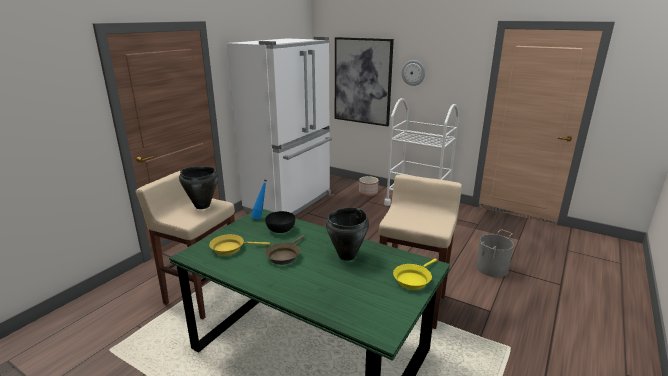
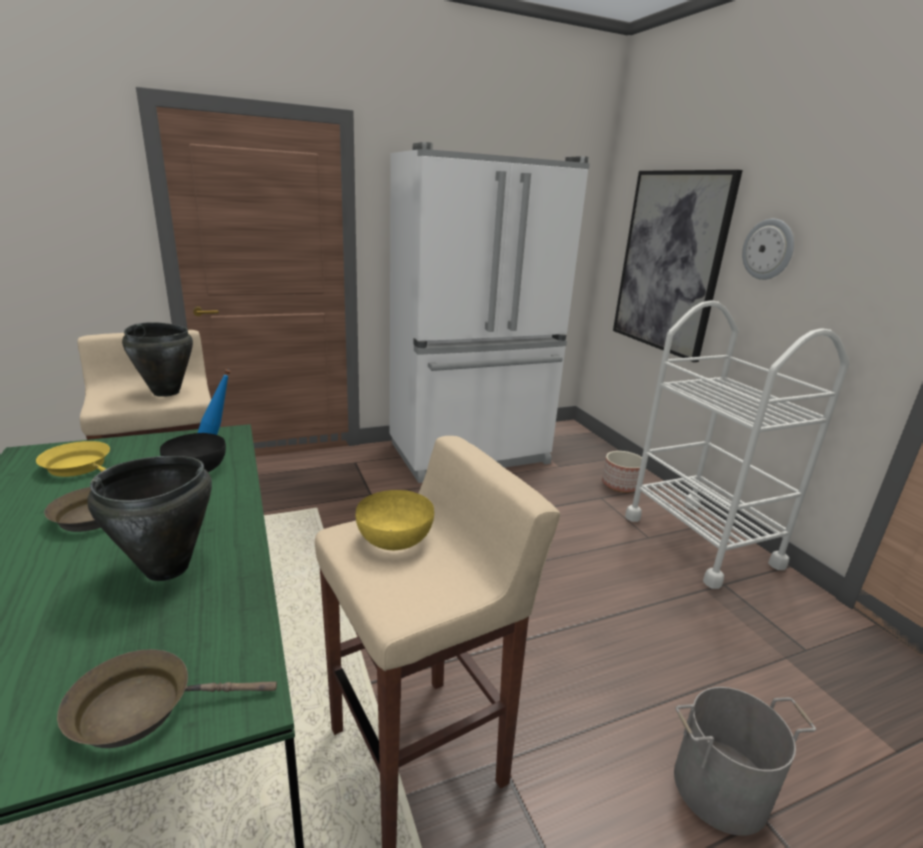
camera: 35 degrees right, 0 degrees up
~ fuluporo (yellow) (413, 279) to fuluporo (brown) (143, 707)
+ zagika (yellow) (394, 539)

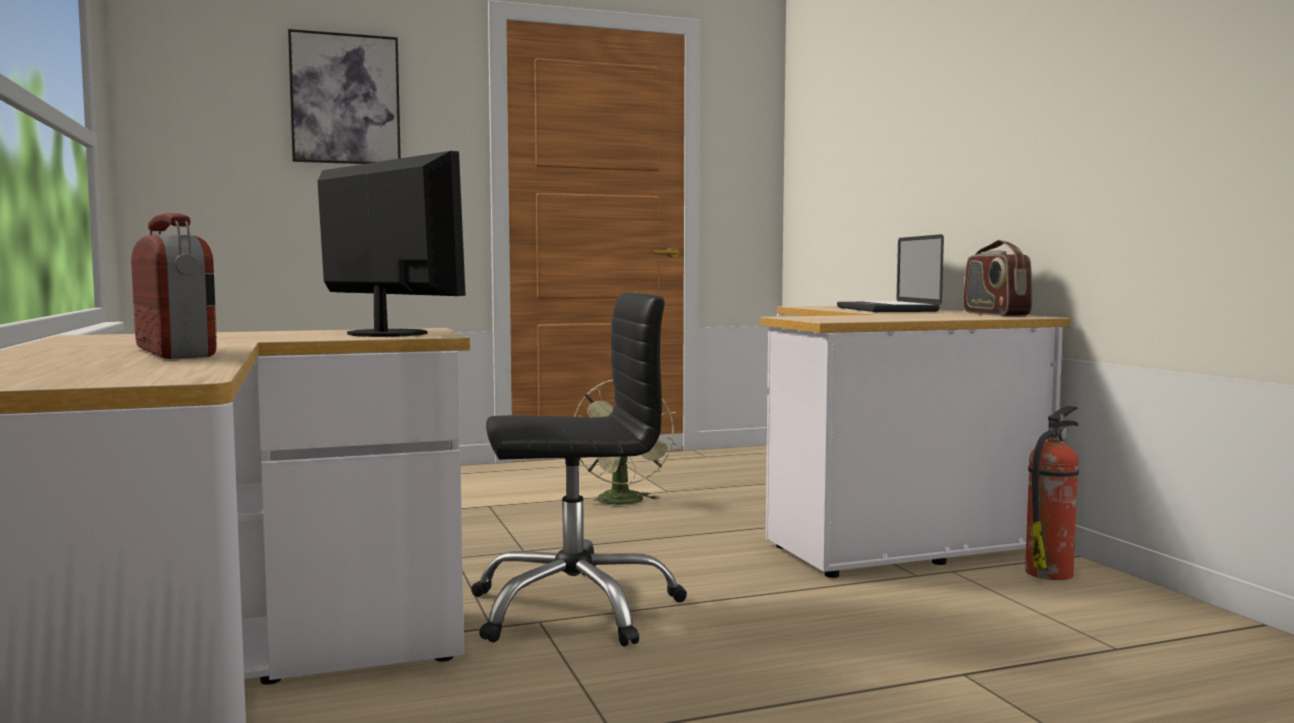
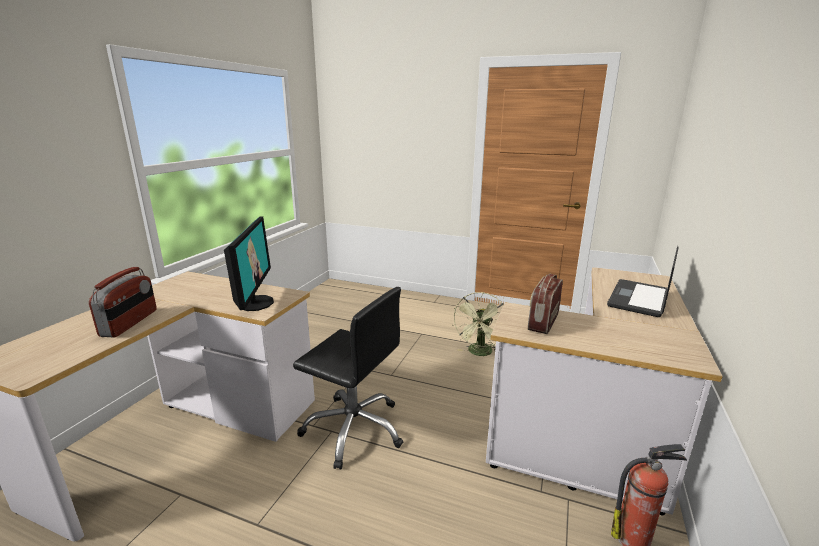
camera: 40 degrees right, 15 degrees up
- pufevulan (345, 99)
~ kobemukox (995, 314) to (543, 322)

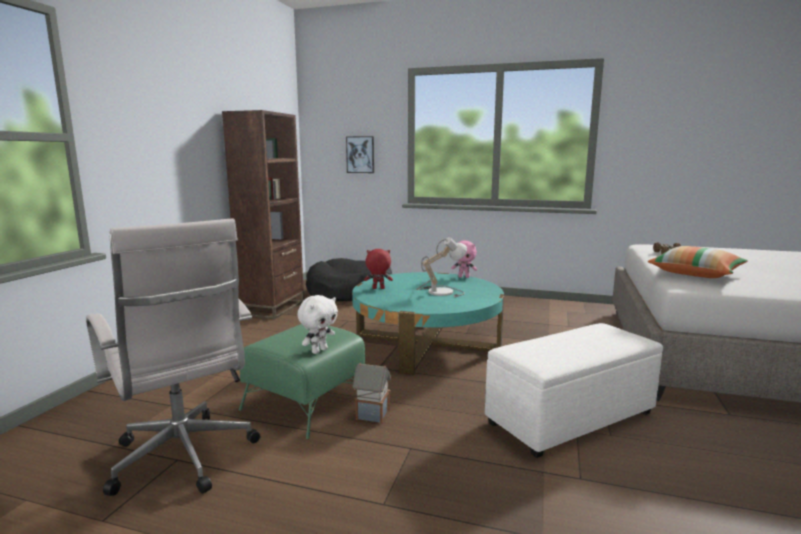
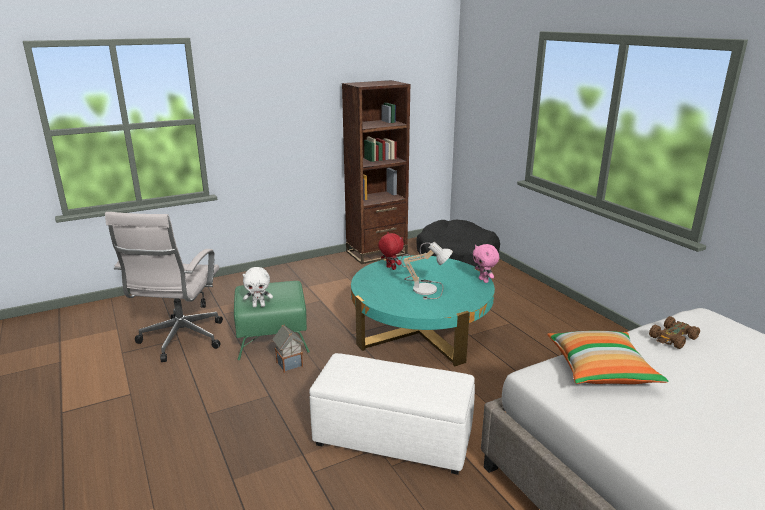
camera: 45 degrees right, 10 degrees up
- pufevulan (360, 154)

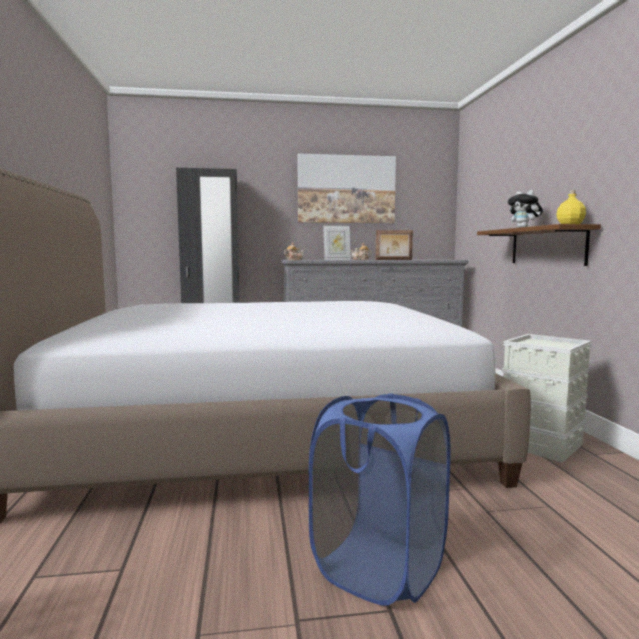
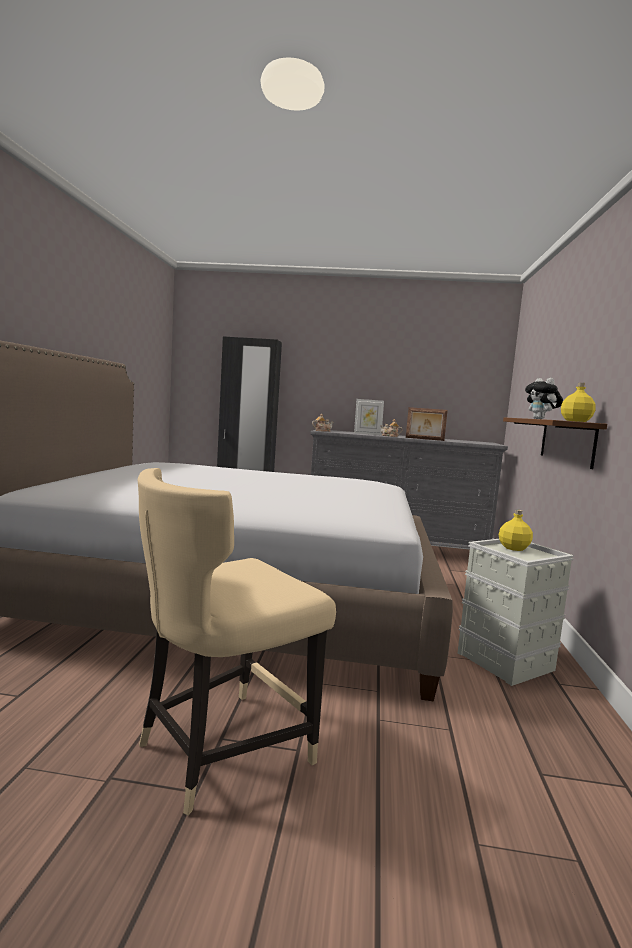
camera: 15 degrees right, 0 degrees up
- pufevulan (346, 189)
~ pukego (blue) (378, 569) to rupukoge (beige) (220, 750)
+ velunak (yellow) (513, 548)

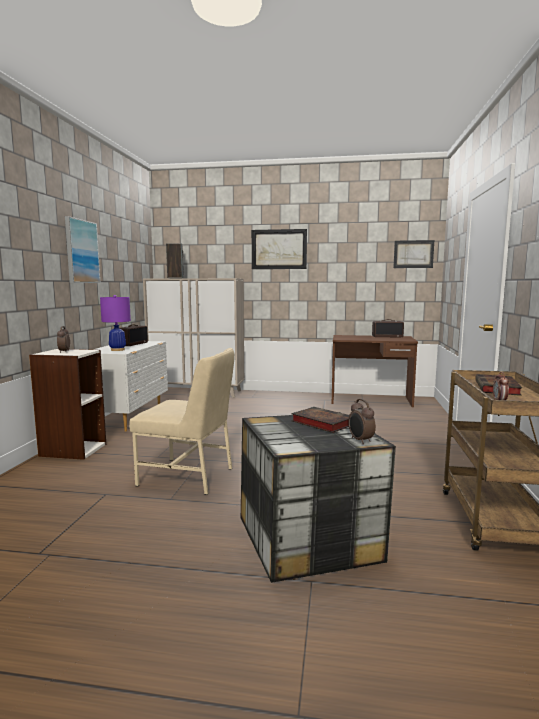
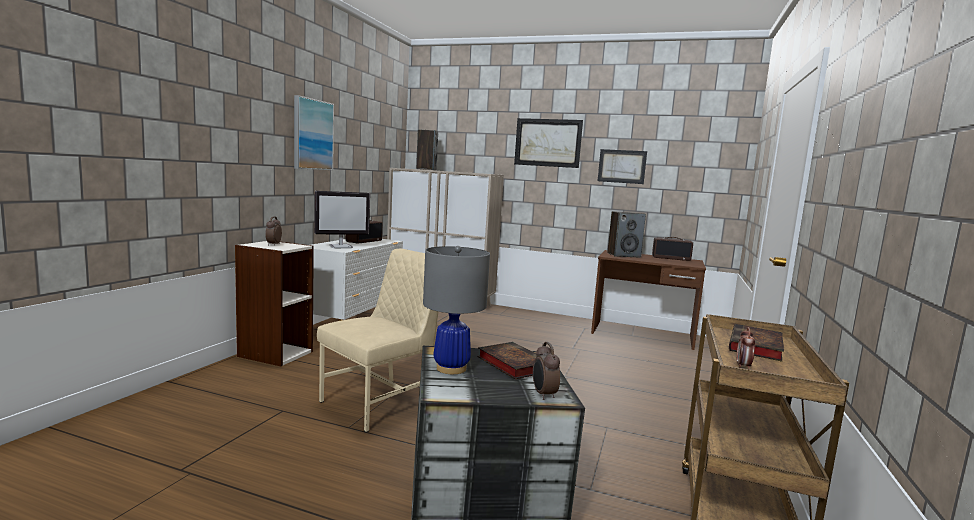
camera: 10 degrees right, 0 degrees up
~ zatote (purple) (117, 350) to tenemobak (341, 247)
~ rupukoge (beige) (188, 476) = (381, 402) 75 degrees counterclockwise
~ pufevulan (413, 254) to (622, 166)
+ zatote (grey) (451, 368)
+ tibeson (623, 255)

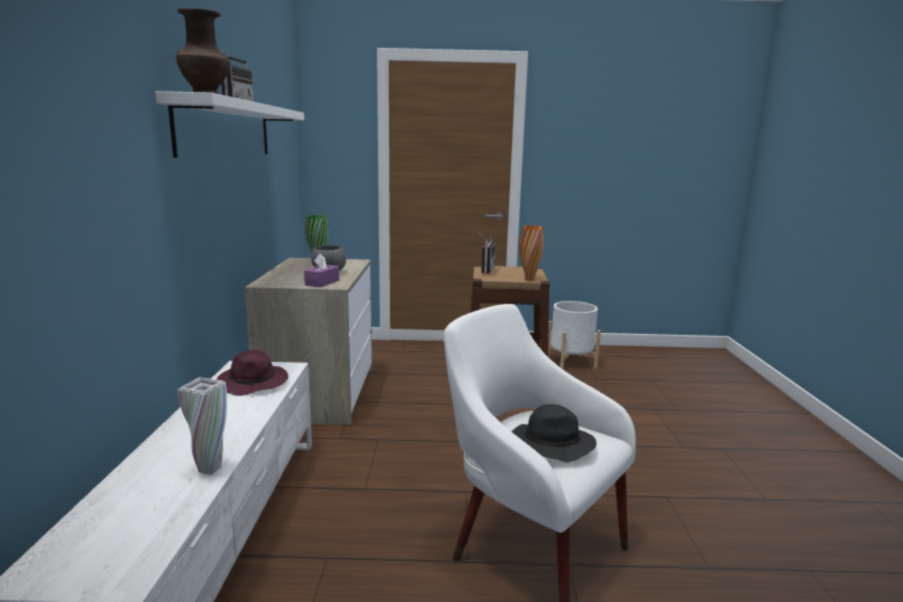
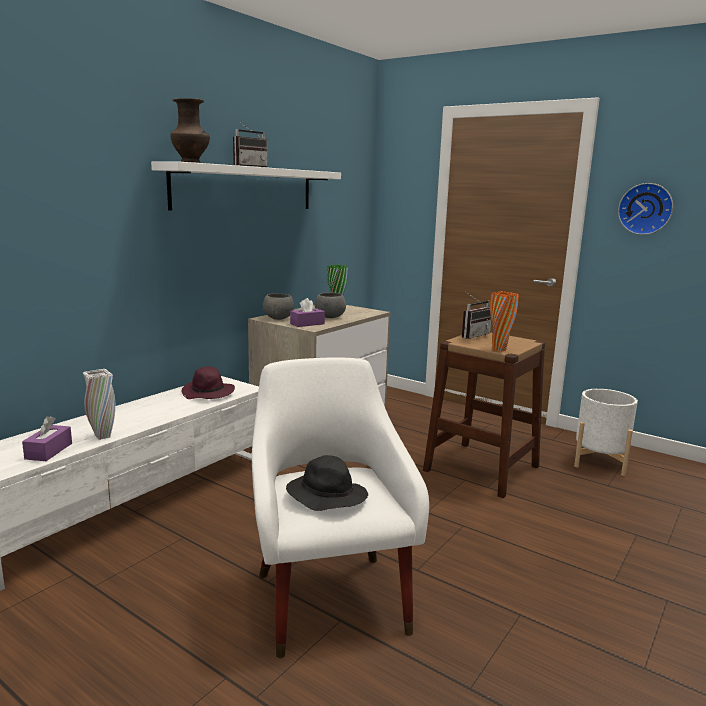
camera: 35 degrees right, 0 degrees up
+ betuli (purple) (49, 451)
+ zagika (grey) (278, 319)
+ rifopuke (645, 209)

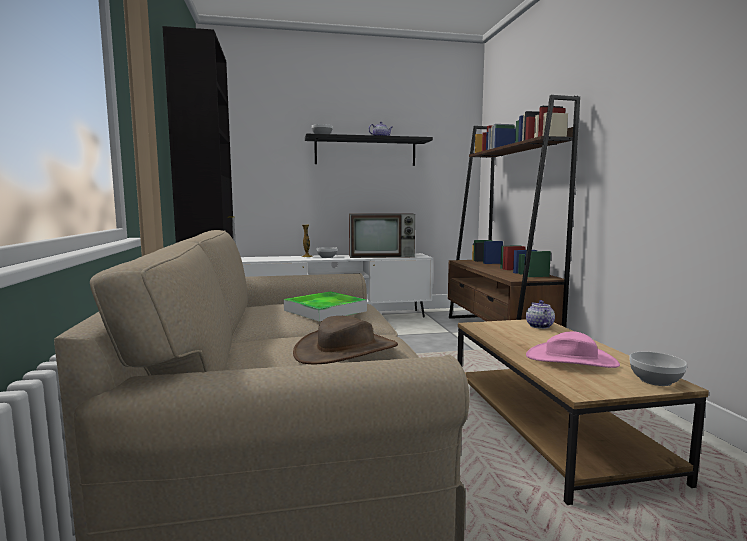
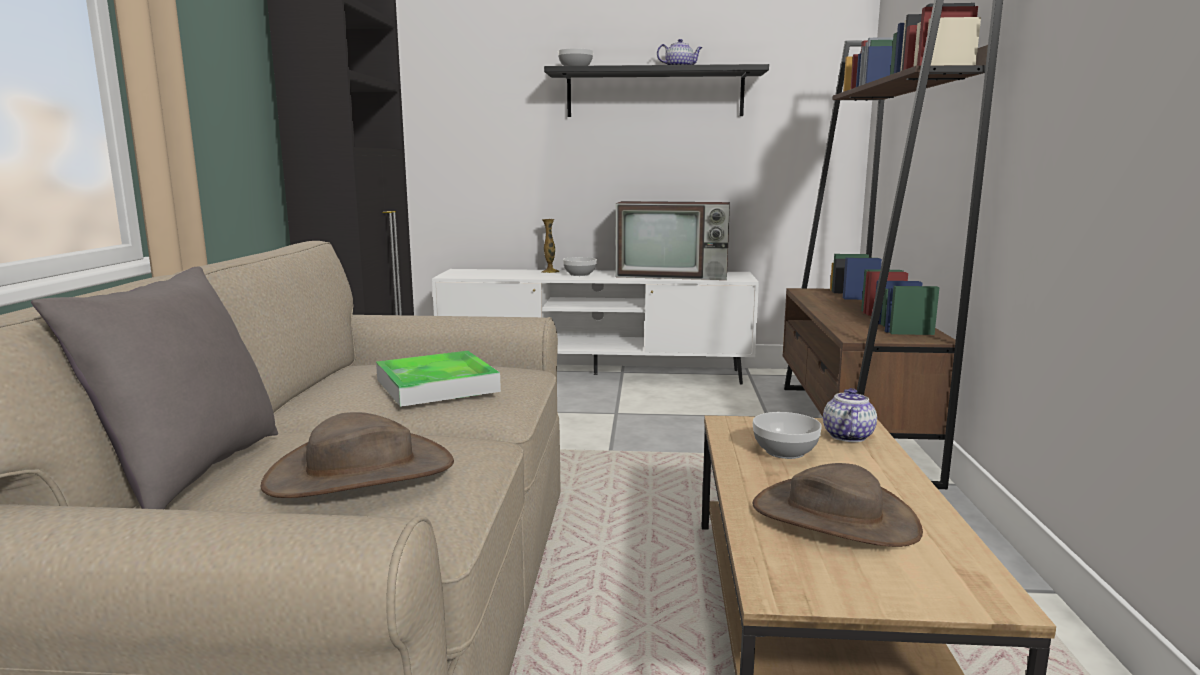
camera: 15 degrees right, 5 degrees up
~ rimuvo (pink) (571, 359) to rimuvo (brown) (834, 517)
~ zagika (655, 381) to (784, 452)
+ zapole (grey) (189, 474)

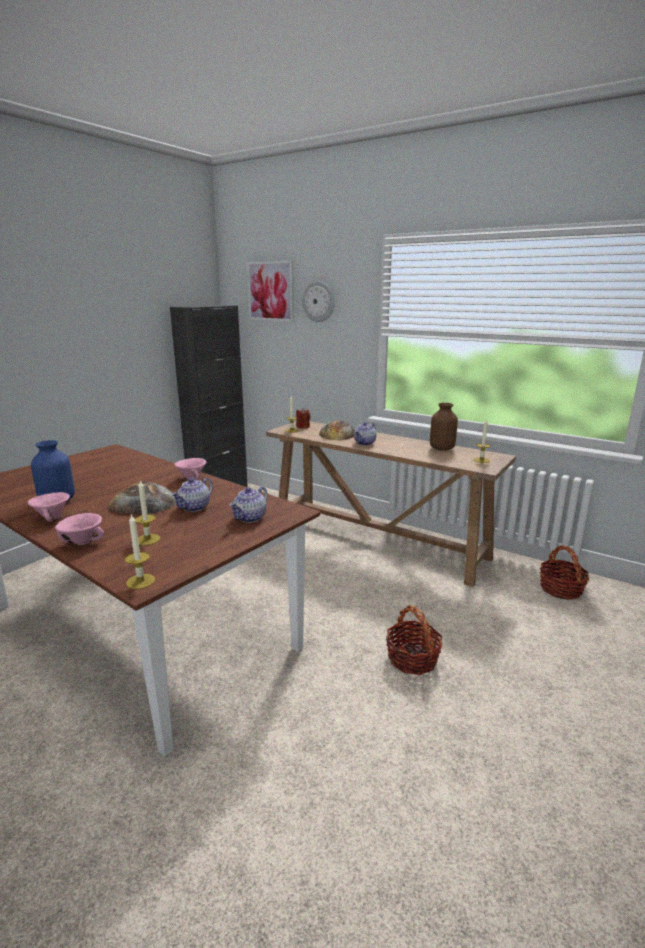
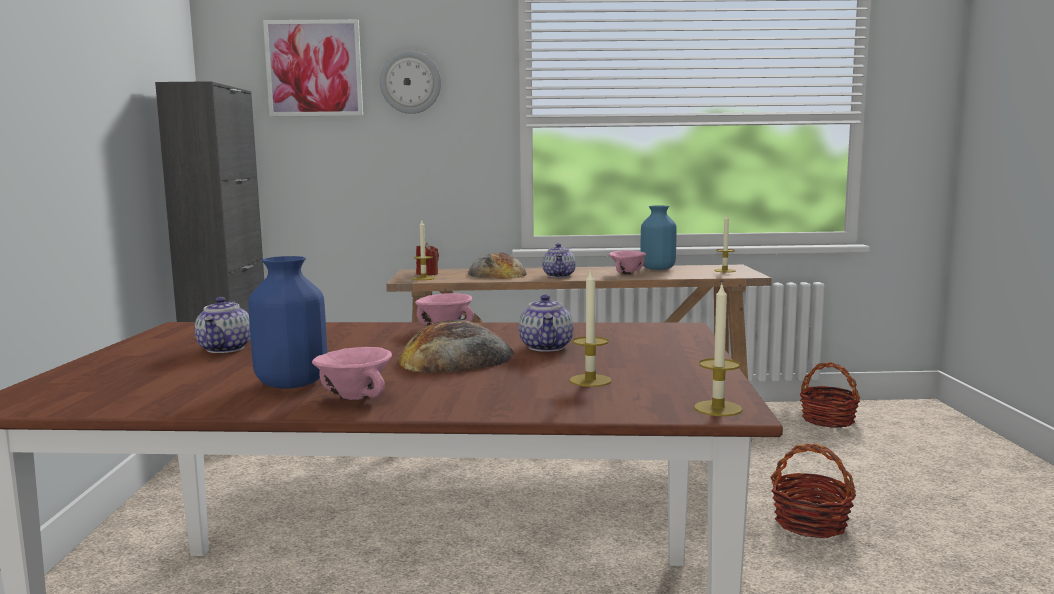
camera: 35 degrees left, 10 degrees down
~ zagika (pink) (83, 542) to (627, 273)
~ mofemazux (250, 518) to (226, 349)
~ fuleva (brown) (442, 448) to fuleva (blue) (658, 269)

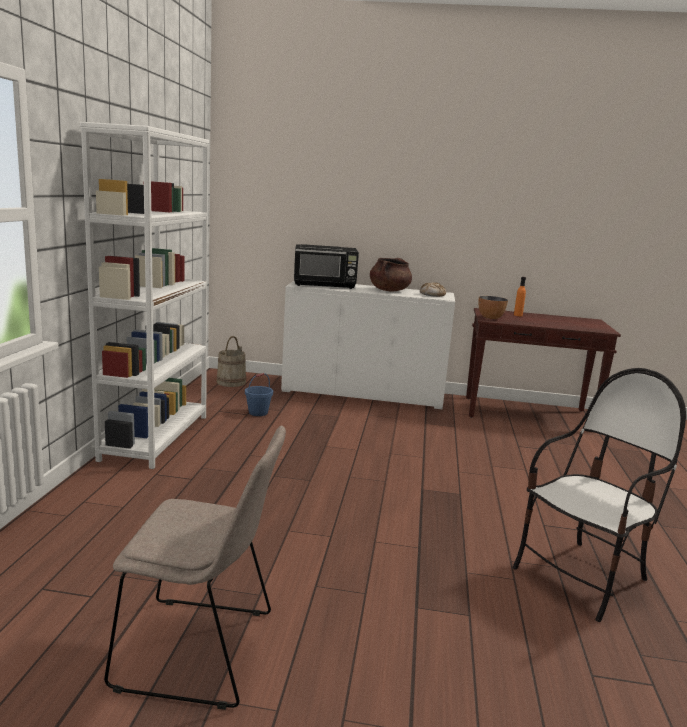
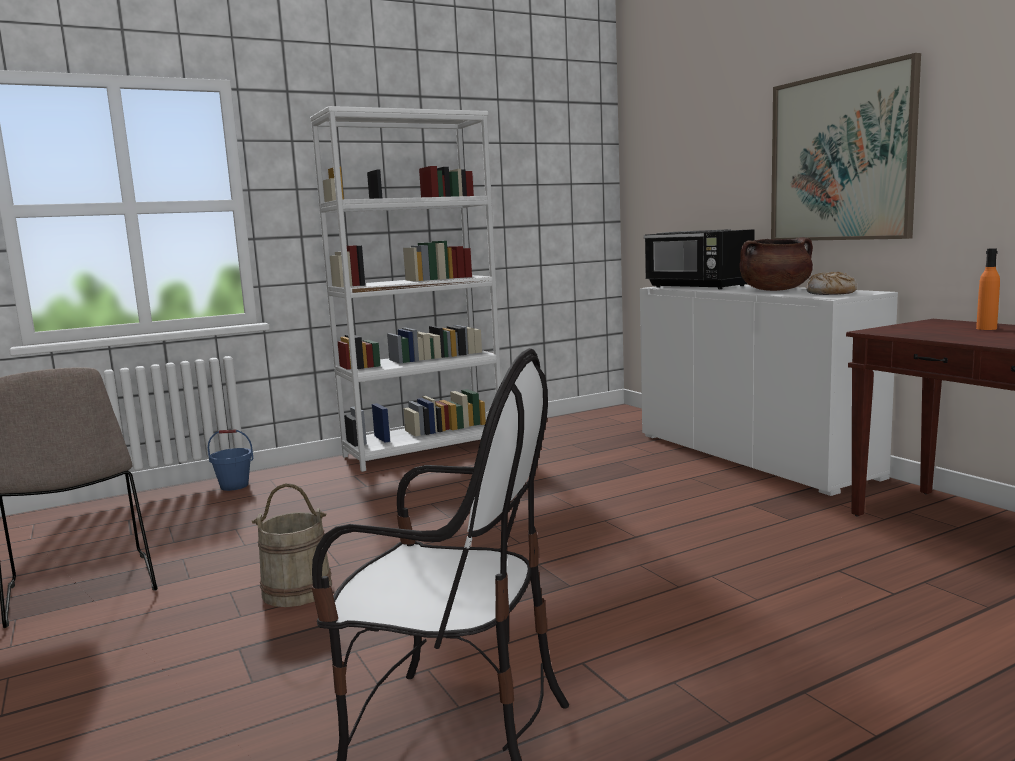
camera: 55 degrees right, 5 degrees down
~ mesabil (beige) (231, 382) to (297, 591)
~ mesabil (blue) (258, 412) to (234, 486)
- zagika (490, 318)
+ pufevulan (840, 157)

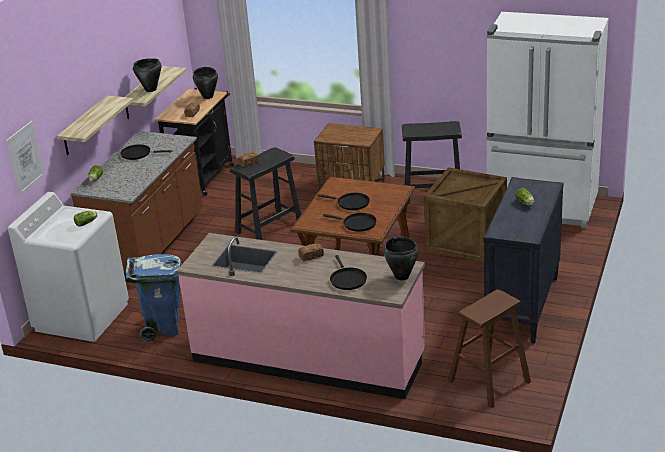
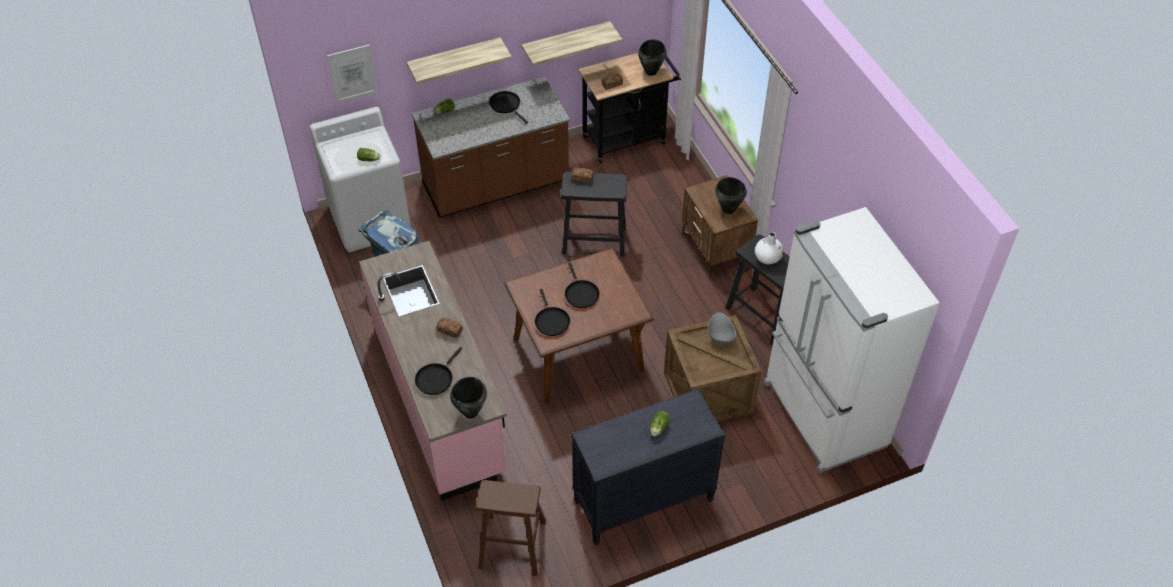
camera: 45 degrees right, 20 degrees up
~ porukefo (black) (151, 90) to (728, 210)
+ zagika (grey) (720, 336)
+ fuleva (white) (768, 258)

